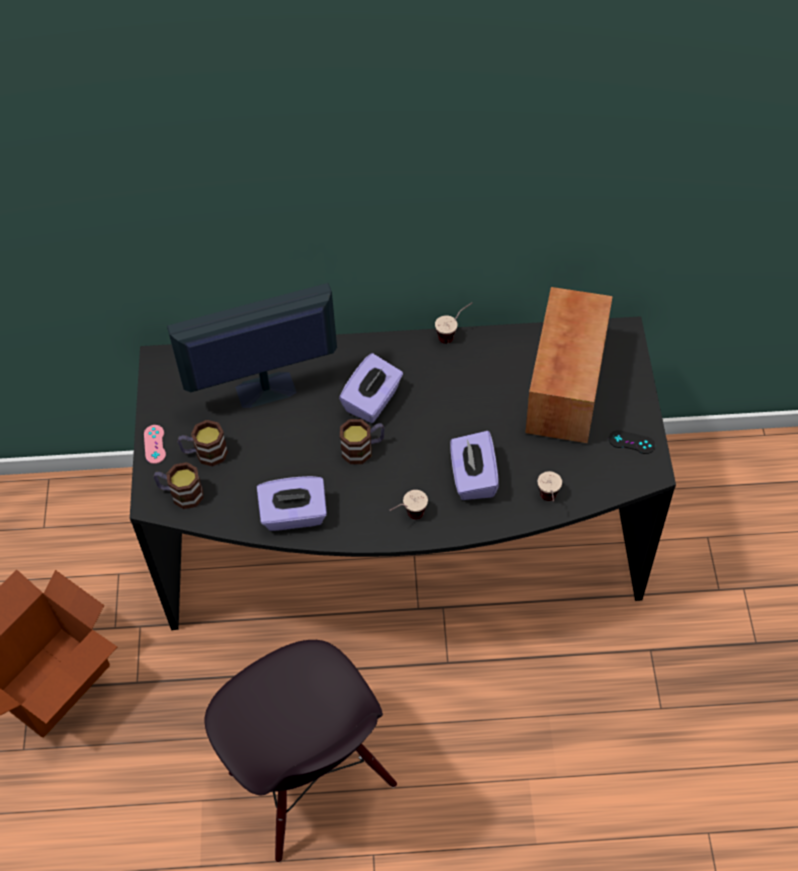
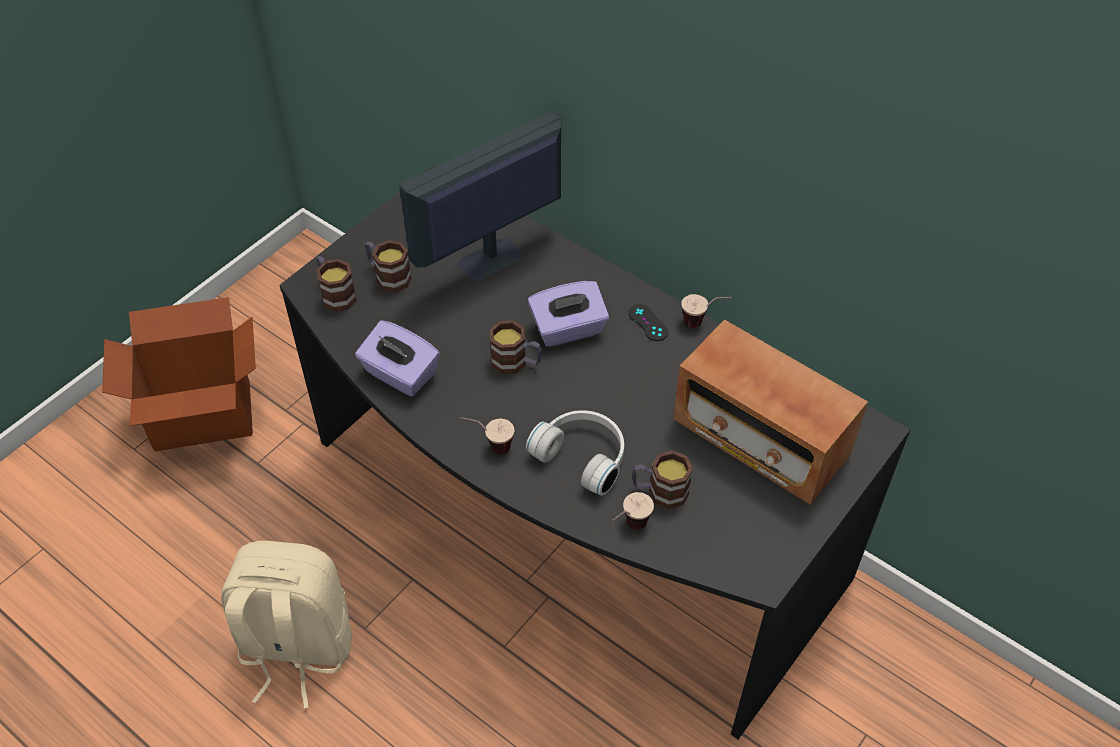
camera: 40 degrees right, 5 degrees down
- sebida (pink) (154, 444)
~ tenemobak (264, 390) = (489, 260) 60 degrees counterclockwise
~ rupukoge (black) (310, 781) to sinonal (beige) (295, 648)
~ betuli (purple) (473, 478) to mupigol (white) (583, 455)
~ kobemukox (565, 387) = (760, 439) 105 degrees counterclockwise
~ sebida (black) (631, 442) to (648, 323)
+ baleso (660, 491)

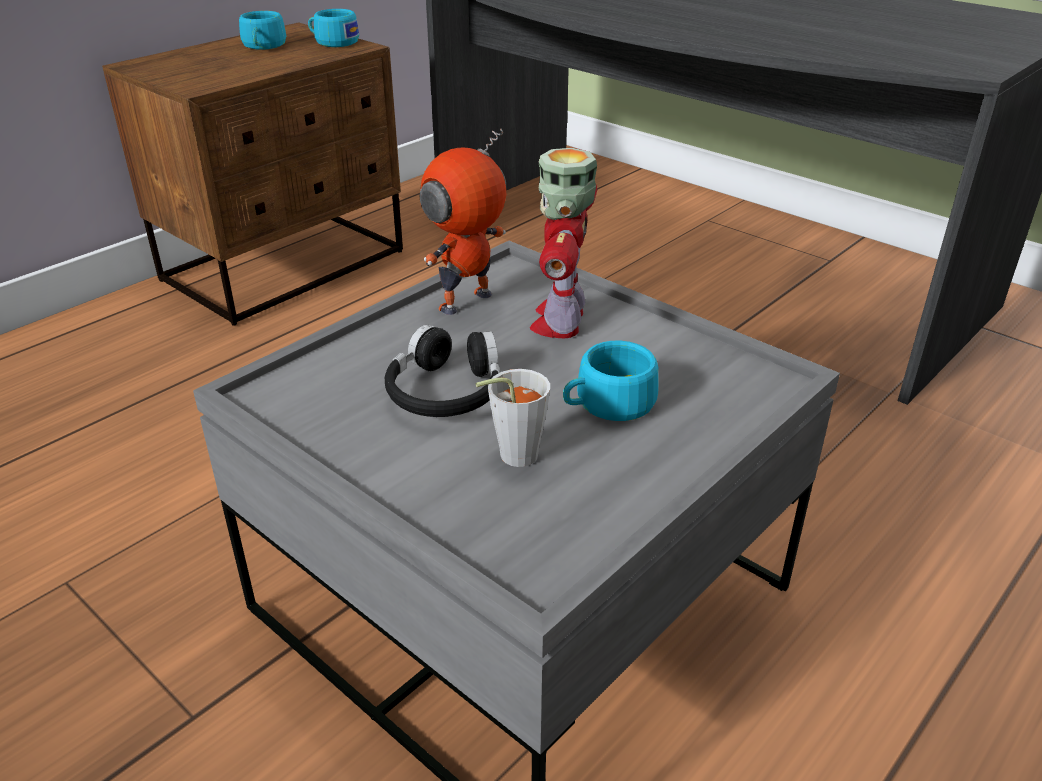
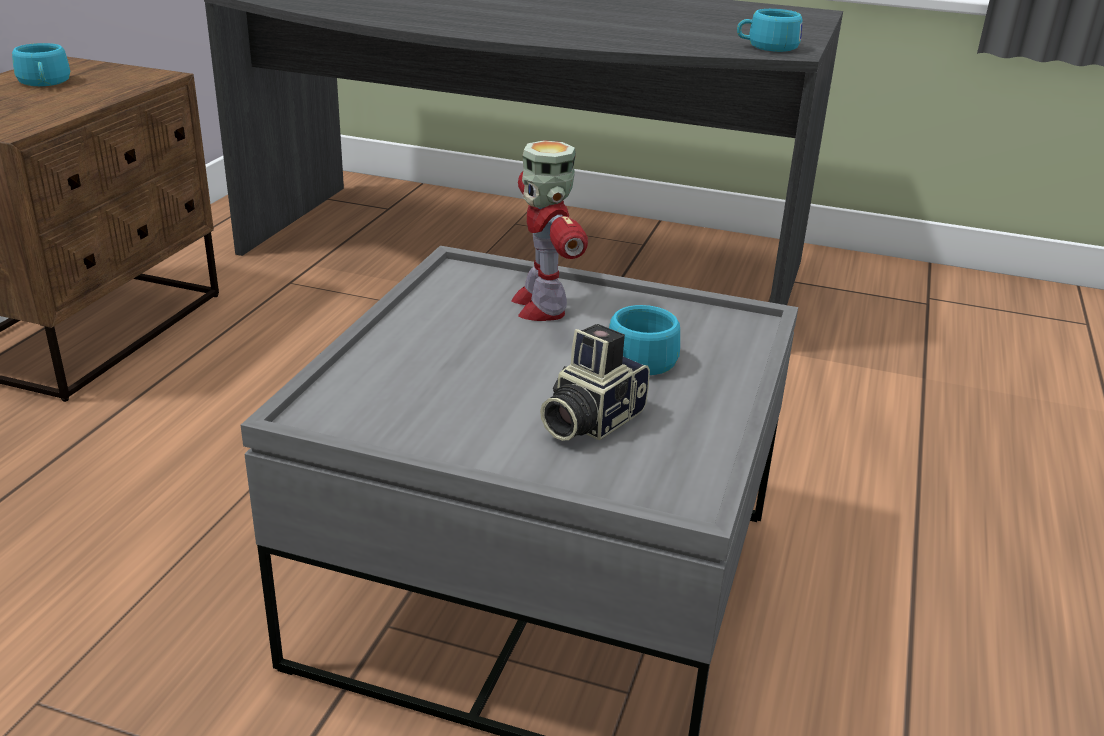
camera: 25 degrees left, 5 degrees down
~ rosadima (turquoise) (333, 42) to (767, 47)
- mupigol (black) (446, 392)
- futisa (467, 303)
~ rosadima (grey) (510, 457) to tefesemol (589, 420)

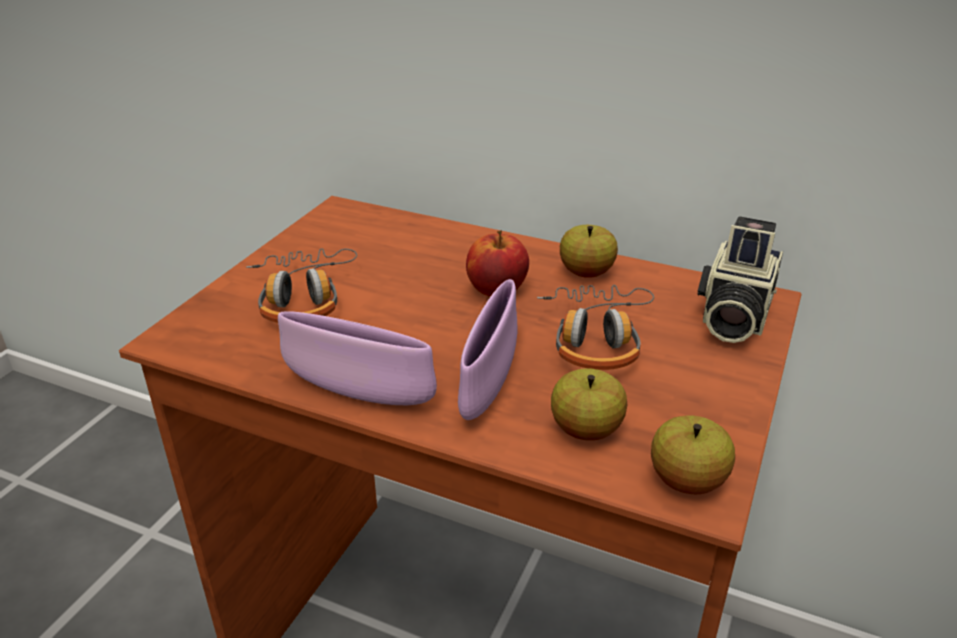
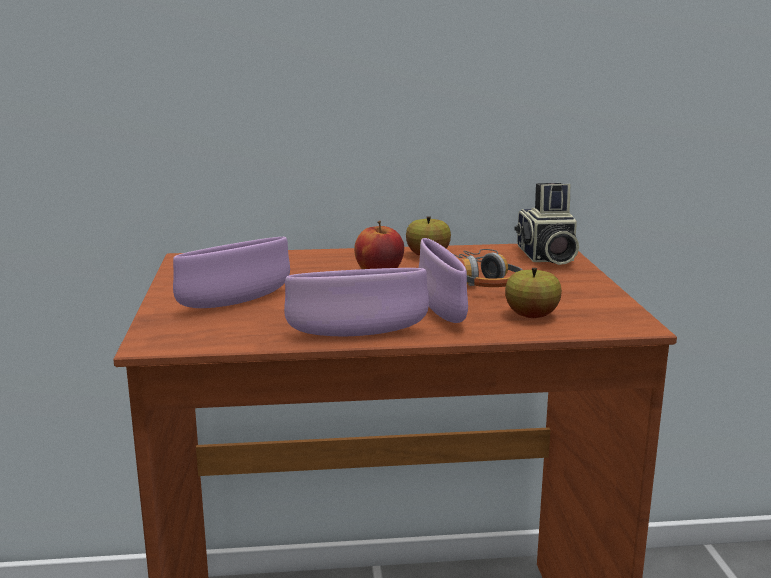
camera: 30 degrees left, 15 degrees down
~ mupigol (303, 297) to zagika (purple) (235, 303)
- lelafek (687, 481)

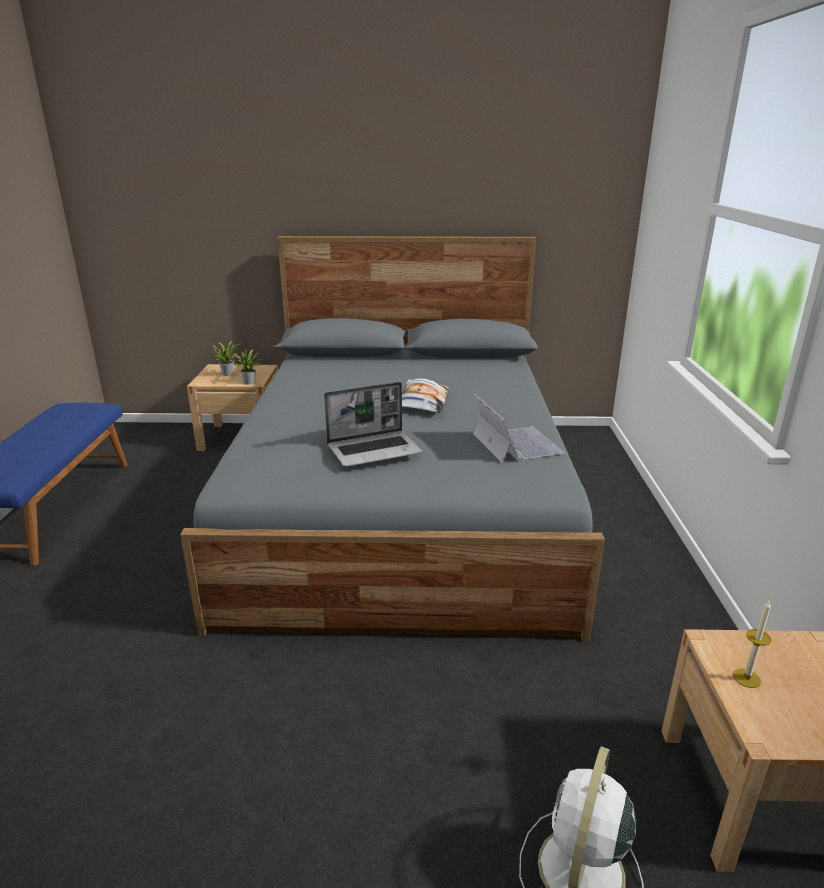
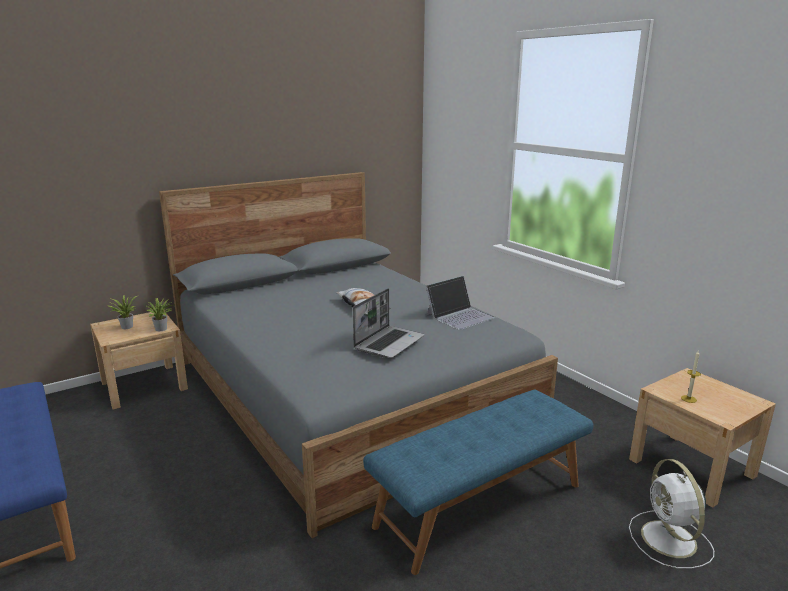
camera: 35 degrees left, 5 degrees down
~ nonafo (515, 443) = (460, 316) 105 degrees clockwise
+ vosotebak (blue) (479, 504)

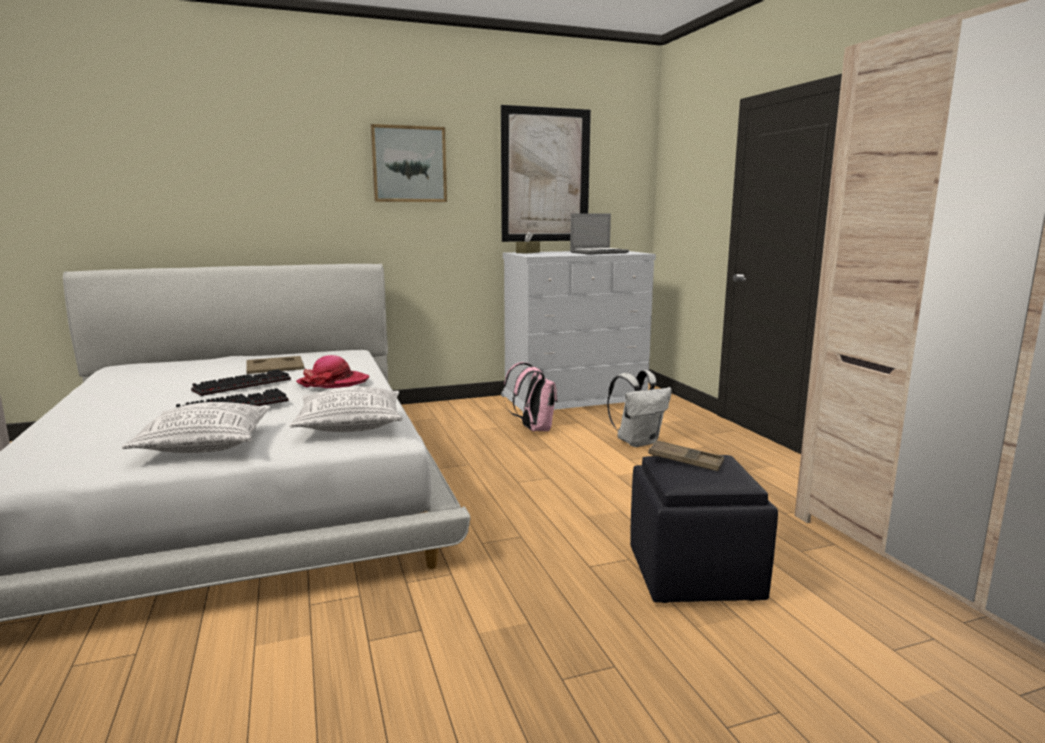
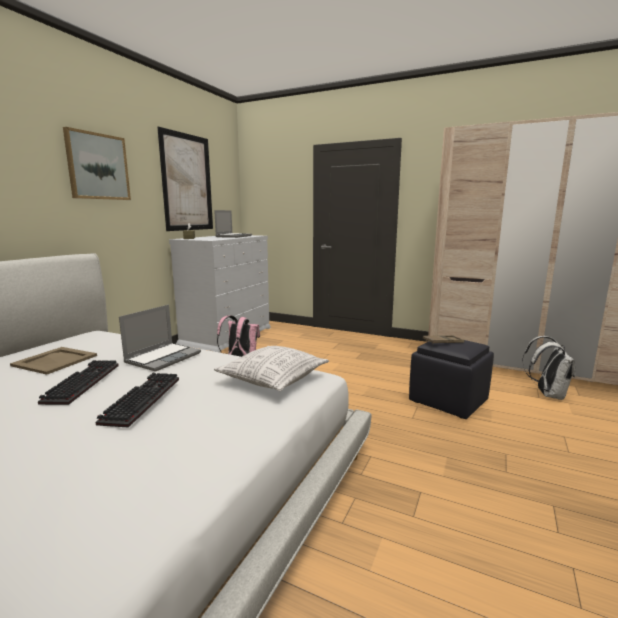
camera: 45 degrees left, 0 degrees up
- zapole (206, 444)
~ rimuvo (333, 382) to nonafo (163, 357)
~ sinonal (white) (638, 442) to (547, 394)

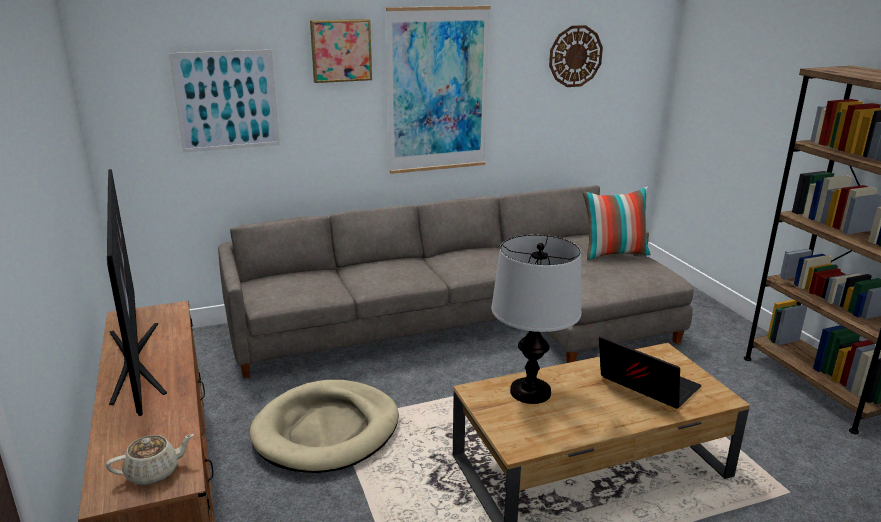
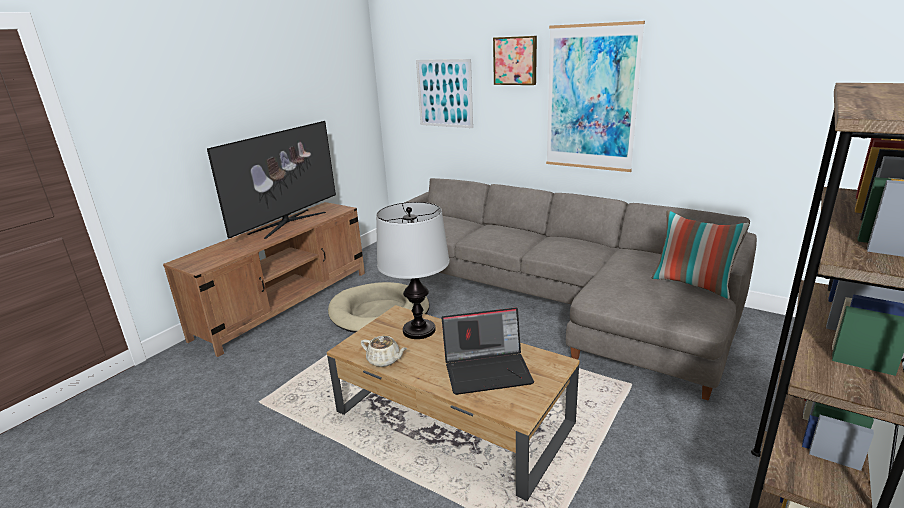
camera: 55 degrees right, 0 degrees up
~ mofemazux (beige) (154, 472) to (384, 360)
- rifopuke (575, 56)
~ nonafo (645, 385) = (488, 370) 75 degrees clockwise

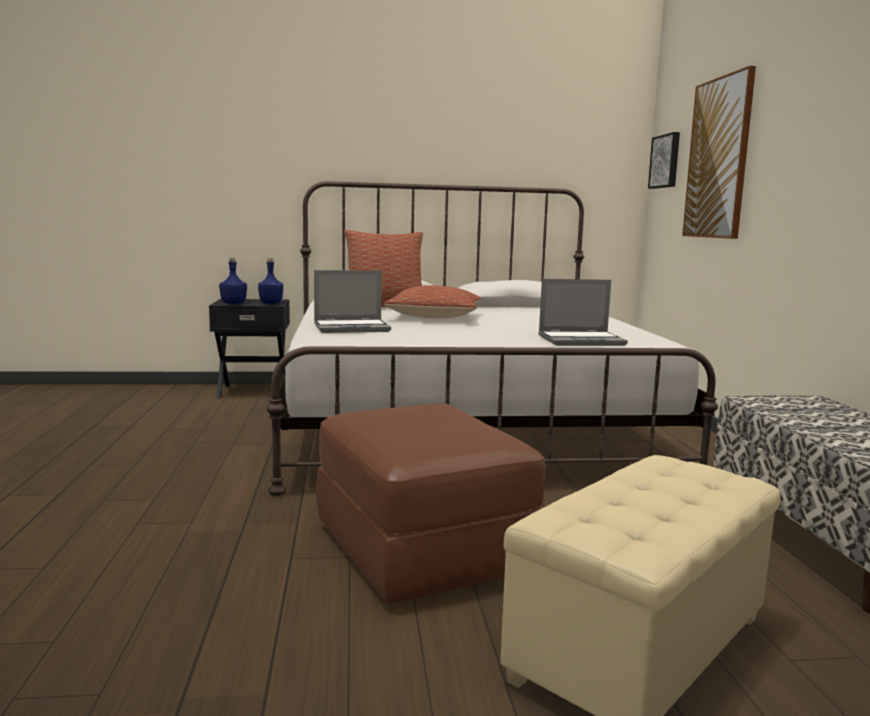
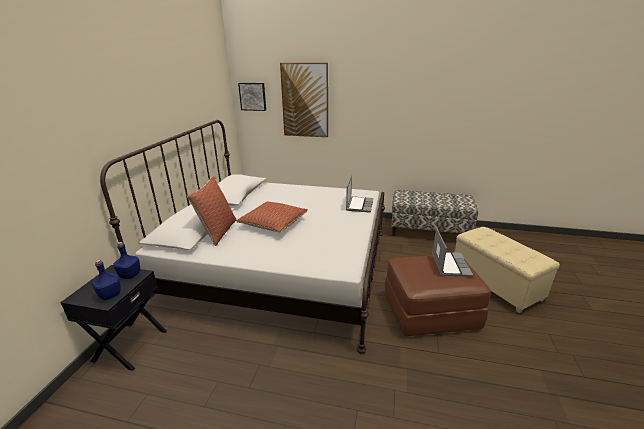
camera: 70 degrees left, 15 degrees up
~ nonafo (352, 328) to (450, 264)

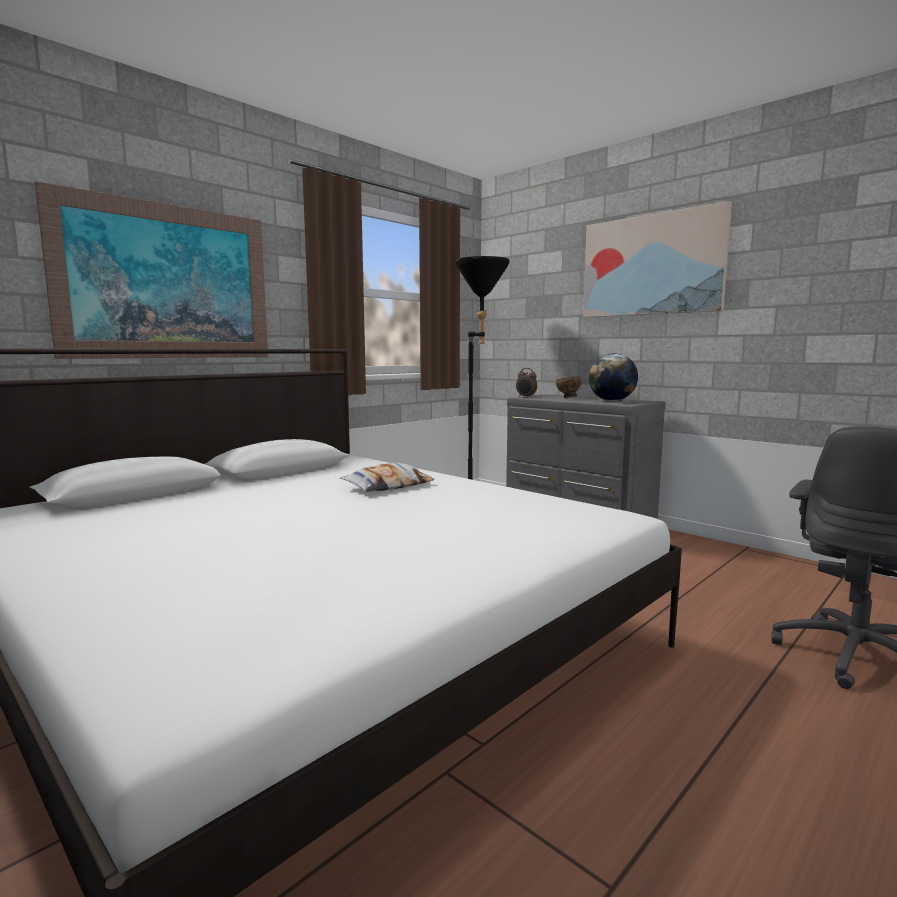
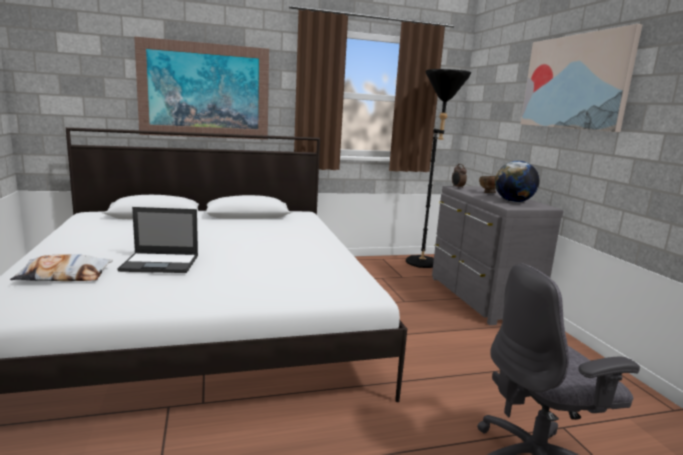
camera: 30 degrees right, 5 degrees up
~ zapole (388, 486) to (64, 276)
+ nonafo (161, 263)

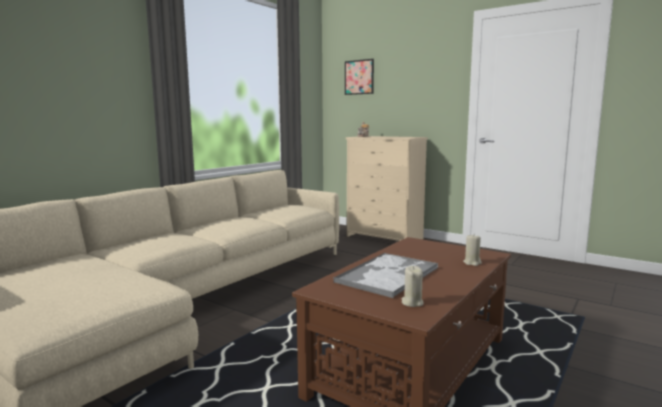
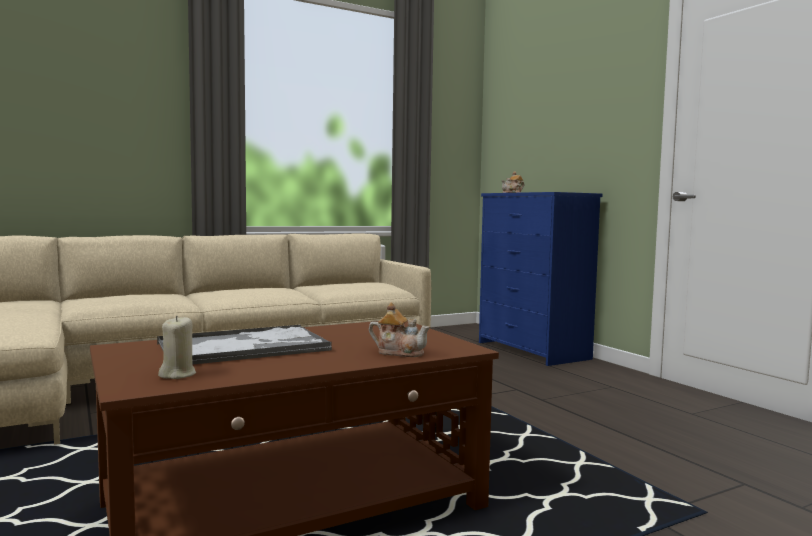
camera: 25 degrees right, 5 degrees down
- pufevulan (359, 77)
~ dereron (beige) (385, 237) to dereron (blue) (532, 351)
~ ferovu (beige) (472, 263) to mofemazux (399, 352)

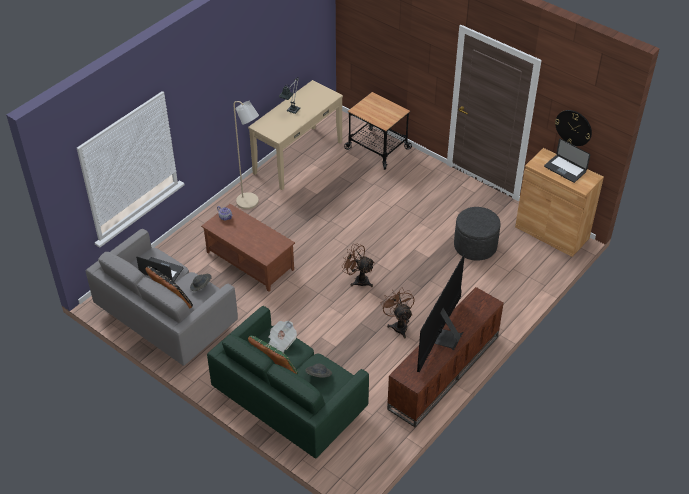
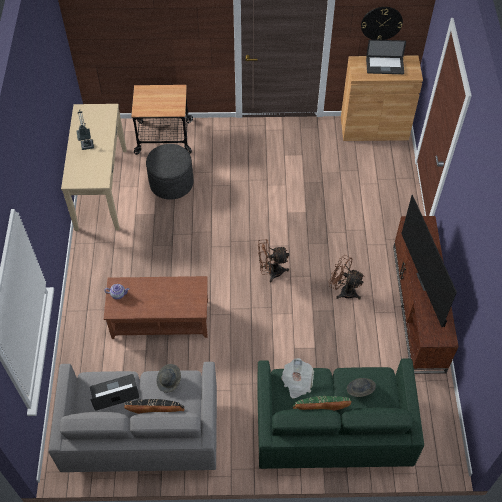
camera: 40 degrees left, 10 degrees up
- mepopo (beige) (250, 203)
~ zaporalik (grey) (475, 246) to (171, 183)

